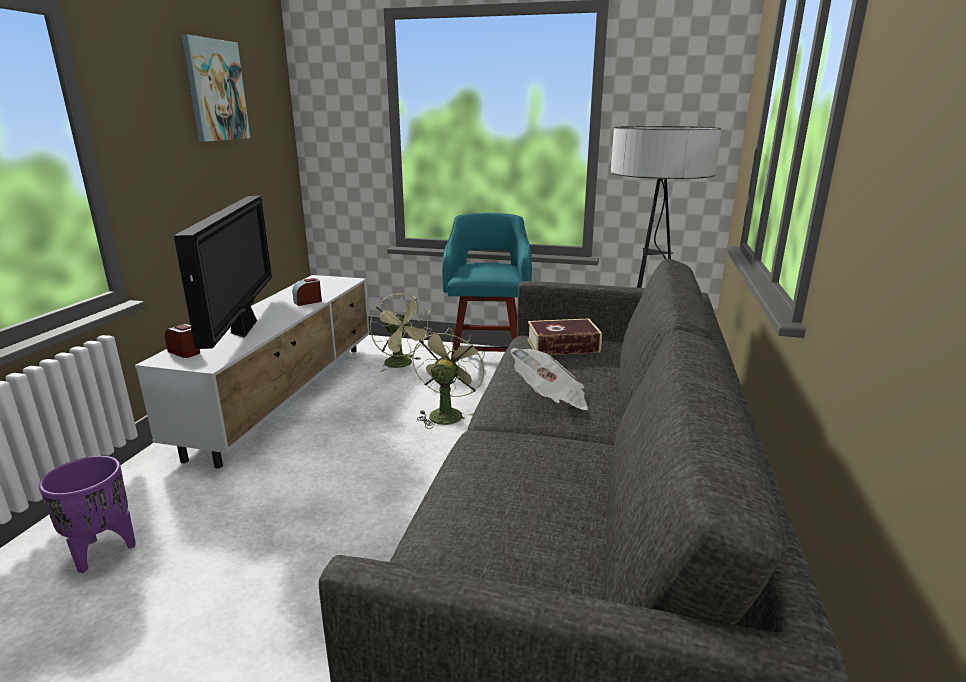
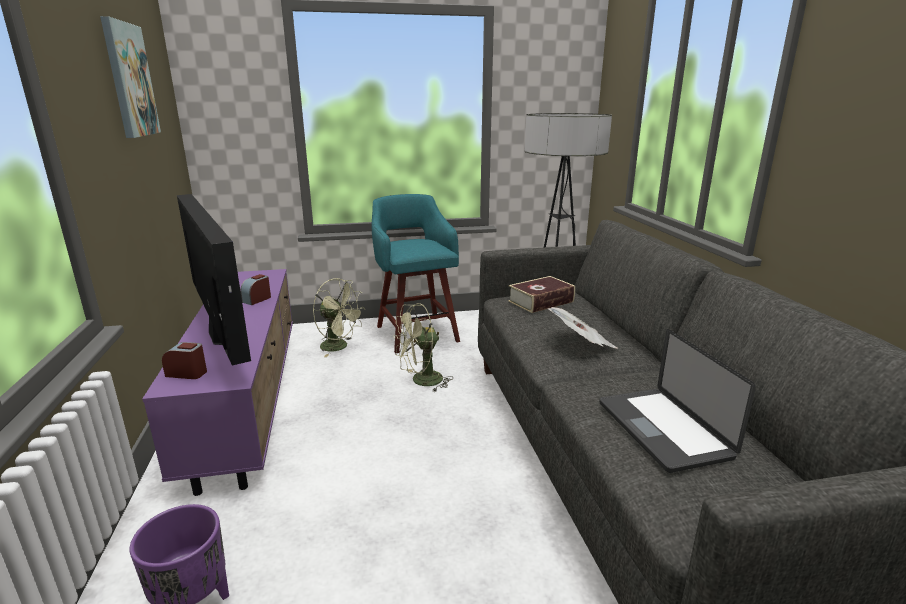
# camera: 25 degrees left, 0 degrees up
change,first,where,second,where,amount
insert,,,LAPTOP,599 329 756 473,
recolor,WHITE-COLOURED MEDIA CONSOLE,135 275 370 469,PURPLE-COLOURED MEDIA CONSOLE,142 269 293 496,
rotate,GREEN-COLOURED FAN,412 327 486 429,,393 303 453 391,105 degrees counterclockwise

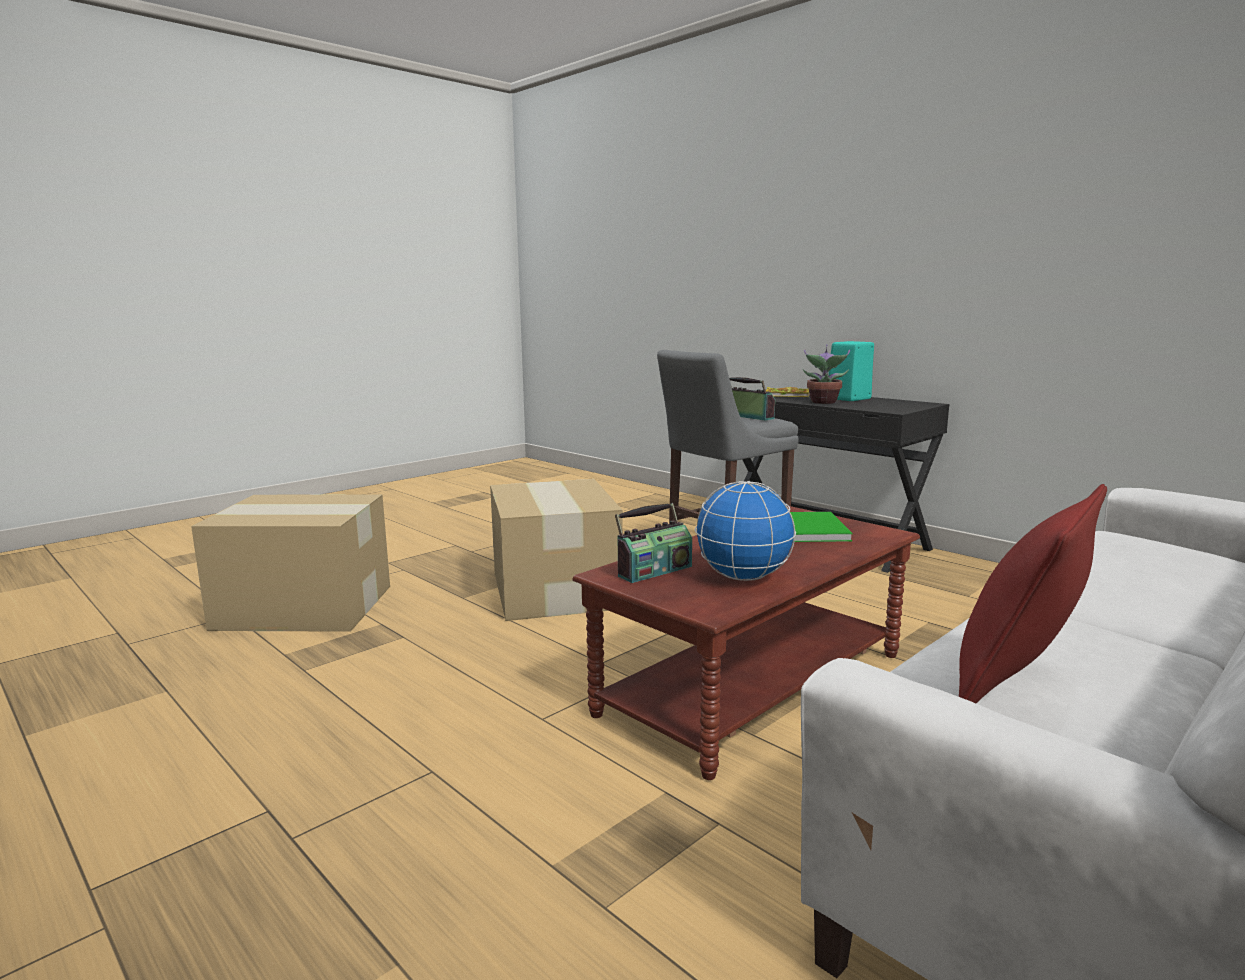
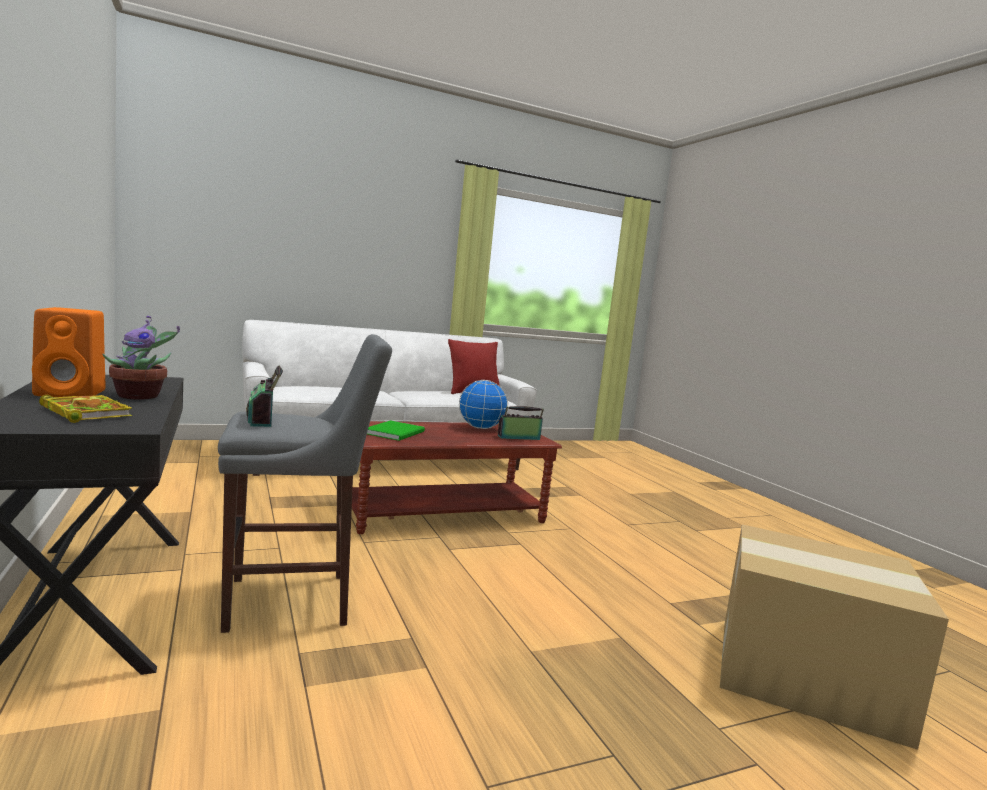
# camera: 160 degrees left, 5 degrees down
change,first,where,second,where,amount
delete,CARTON,490 479 623 621,,,
recolor,BLUE-GREEN LOUDSPEAKER,828 341 874 401,ORANGE LOUDSPEAKER,32 307 105 397,

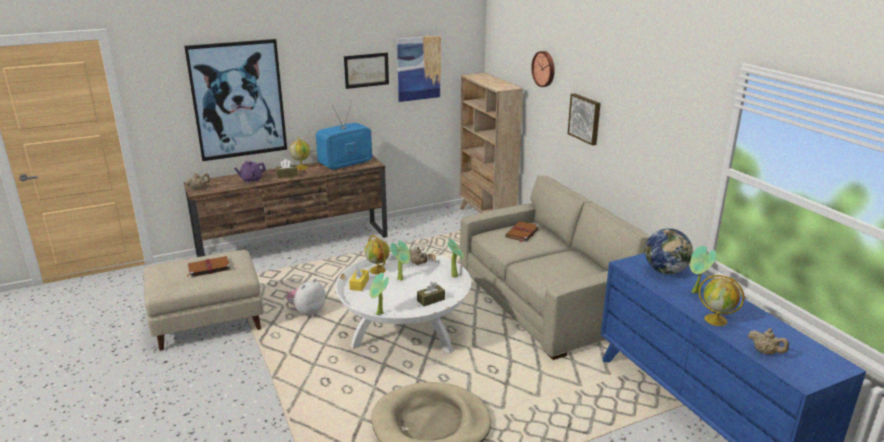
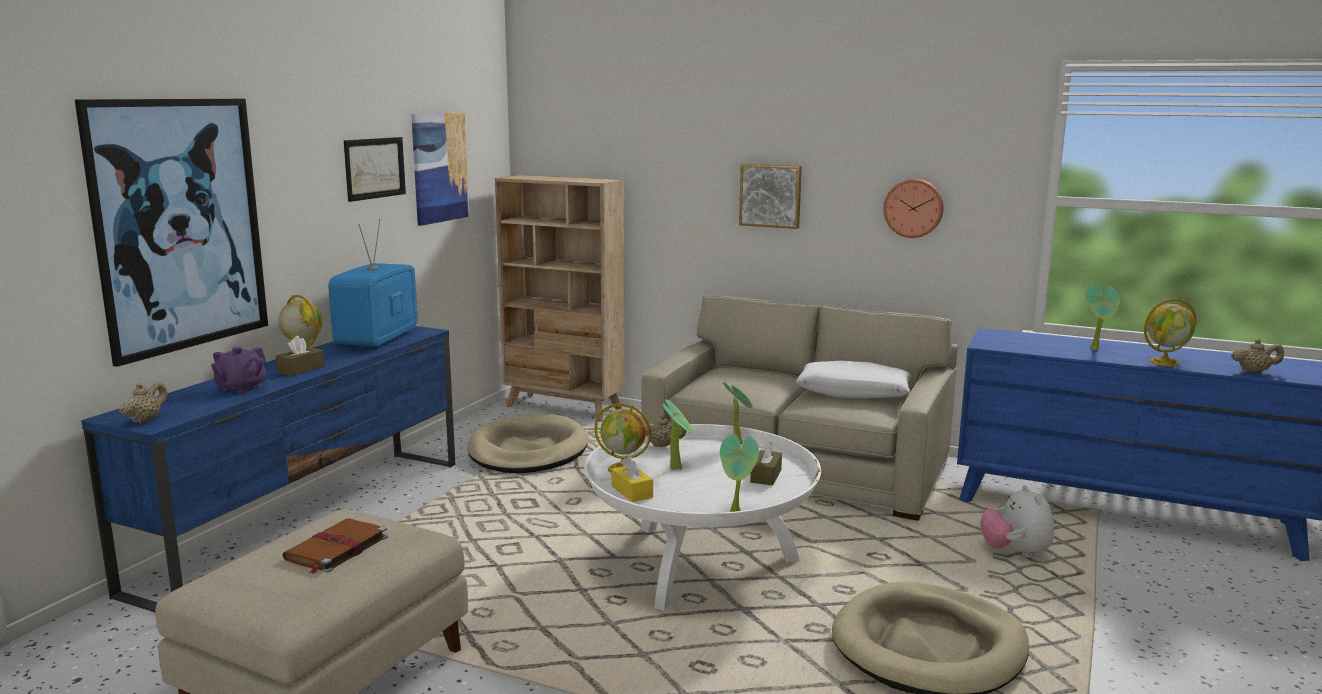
# camera: 40 degrees left, 10 degrees down
change,first,where,second,where,amount
delete,BROWNISH BOUND BOOK,505 221 539 243,,,
delete,WORLD GLOBE,645 228 694 274,,,
insert,,,SAND-COLOURED DOG CUSHION,468 414 588 473,
insert,,,WHITE-COLOURED CUSHION,796 361 911 398,
move,PLUSH TOY,286 279 326 317,,980 485 1054 558,
move,CLOCK ON THE WALL,531 51 555 87,,883 179 944 238,
recolor,BROWNISH MEDIA CONSOLE,184 155 388 257,BLUE-COLOURED MEDIA CONSOLE,81 326 455 613,

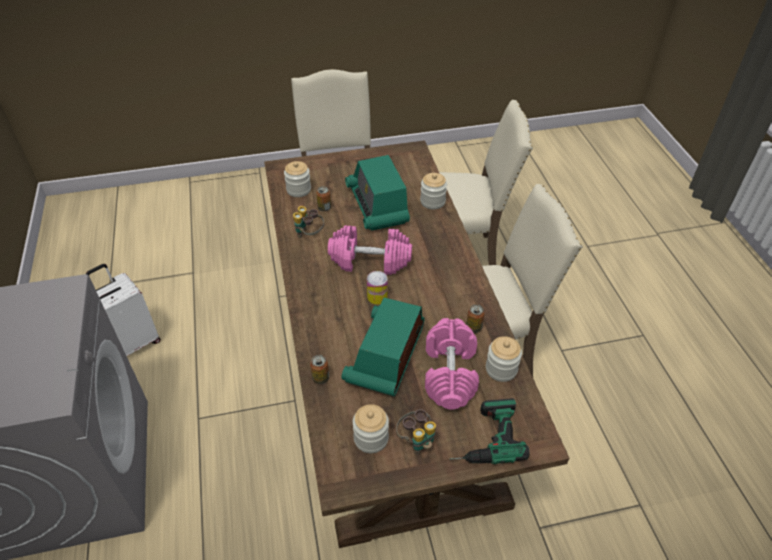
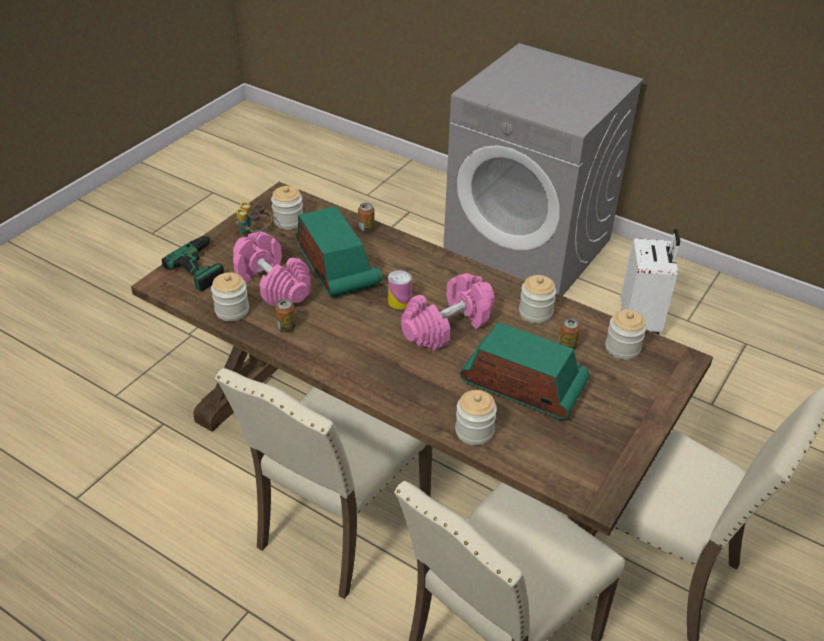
# camera: 135 degrees right, 5 degrees down
change,first,where,second,where,amount
replace,FIELD GLASSES,293 206 324 238,STORAGE JAR,519 275 556 324,

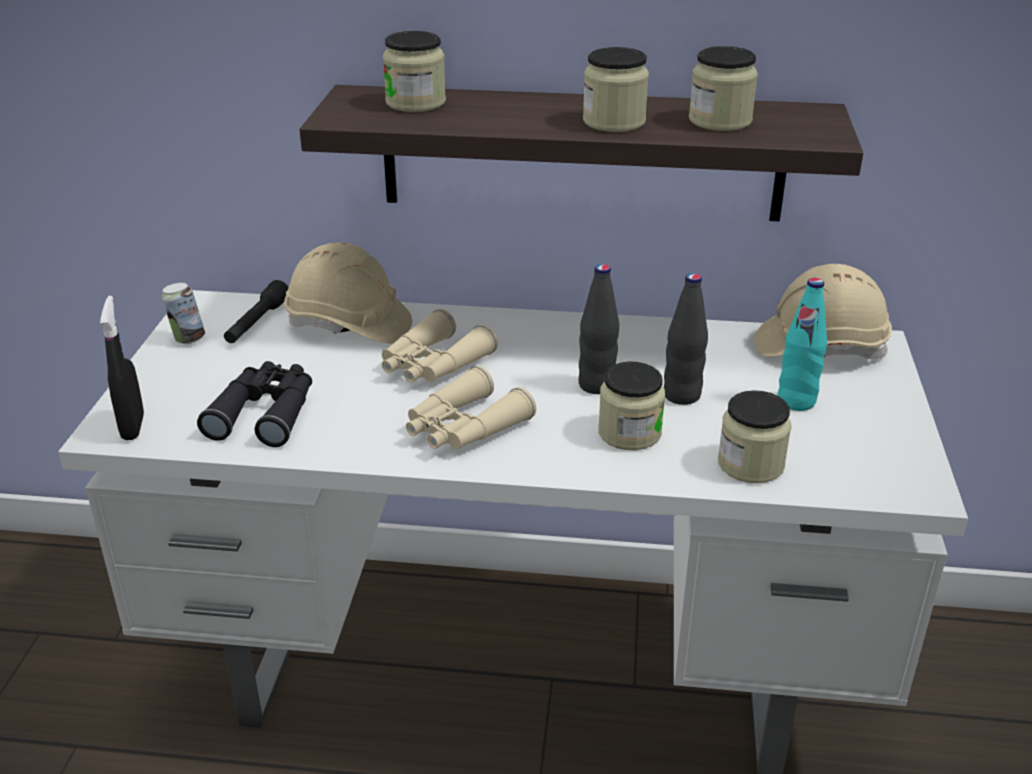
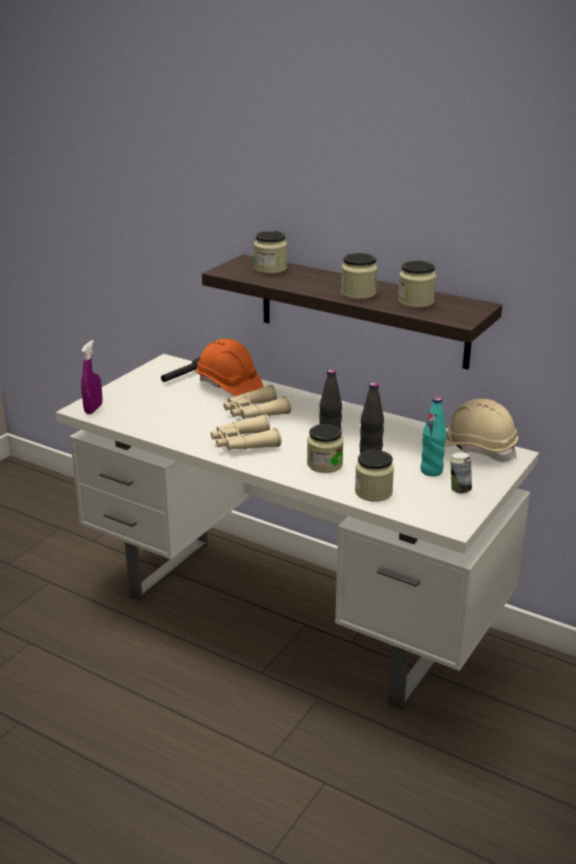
# camera: 25 degrees right, 5 degrees down
change,first,where,second,where,amount
delete,BLACK-COLOURED FIELD GLASSES,197 361 312 447,,,
move,METAL CAN,162 282 205 344,,450 452 472 494,
recolor,BLACK-COLOURED HAND SPRAYER,100 296 144 440,PURPLE-COLOURED HAND SPRAYER,81 340 102 414,
recolor,SAND-COLOURED SAFETY HELMET,284 242 412 344,ORANGE SAFETY HELMET,196 339 263 396,

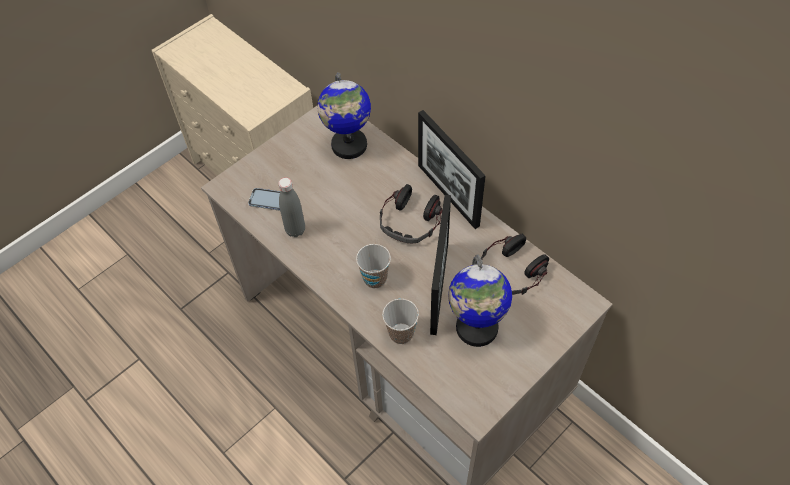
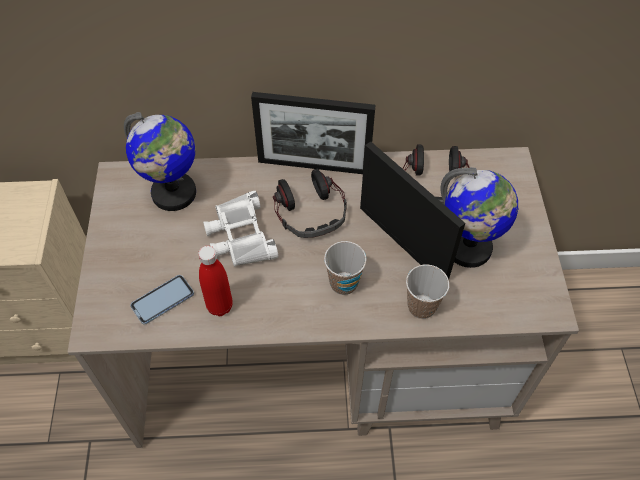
# camera: 50 degrees left, 0 degrees up
change,first,where,second,where,amount
insert,,,WHITE-COLOURED FIELD GLASSES,203 191 278 267,
recolor,GRAY BOTTLE,278 177 305 237,REDDISH BOTTLE,198 246 233 316,

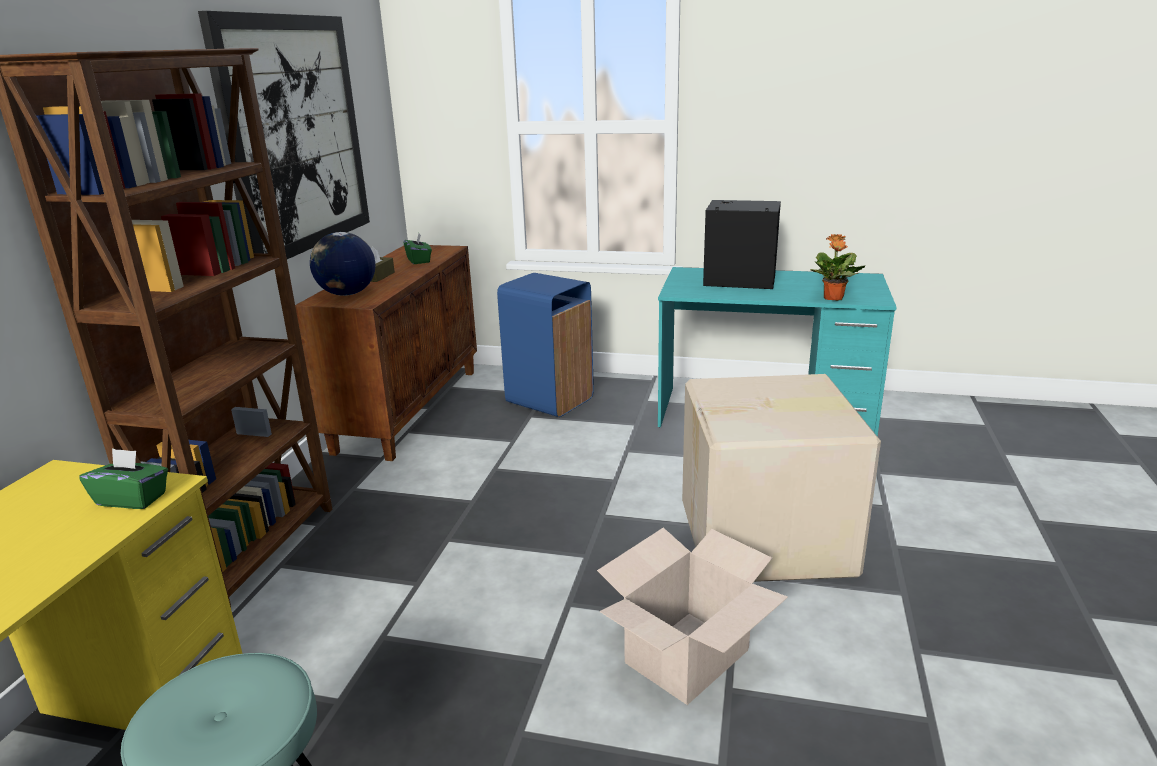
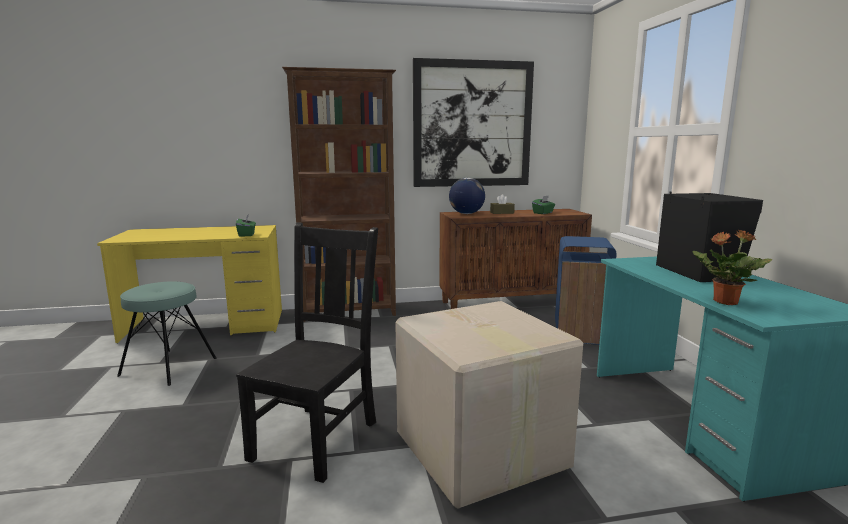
# camera: 65 degrees right, 10 degrees down
change,first,where,second,where,amount
replace,CARTON,597 528 788 705,BLACK-COLOURED UPRIGHT CHAIR,236 223 378 483,

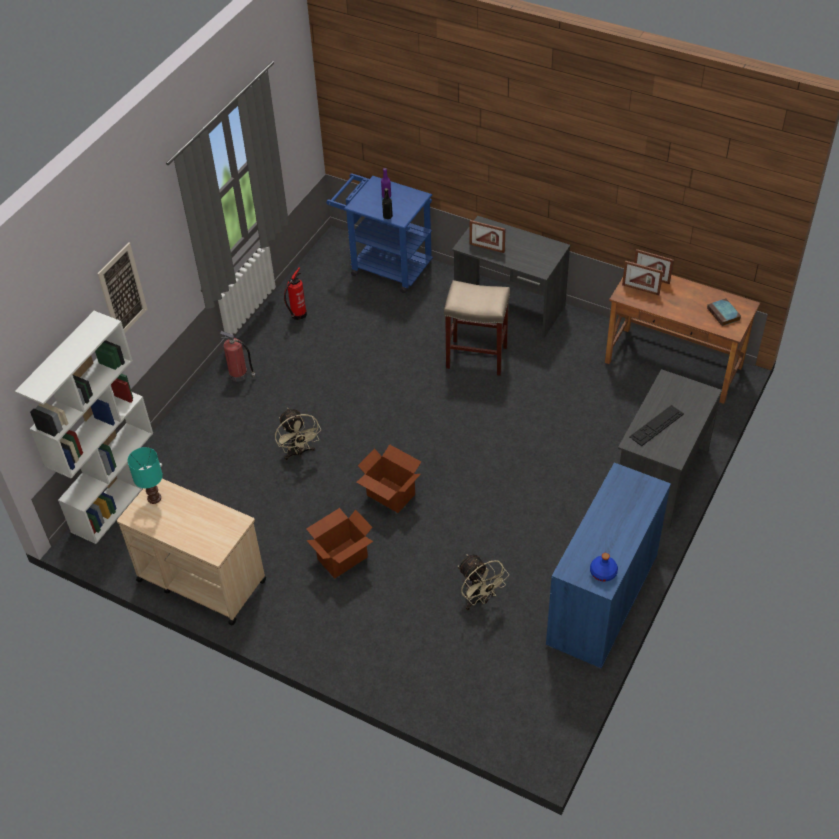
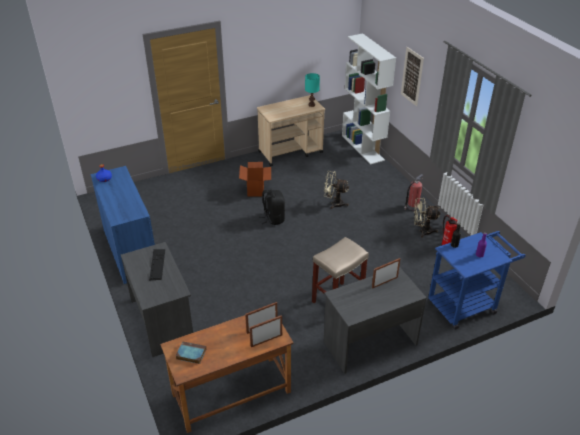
# camera: 125 degrees right, 10 degrees down
change,first,where,second,where,amount
move,SAND-COLOURED FAN,458 554 509 610,,414 198 441 238,
replace,CARTON,356 444 421 513,BLACK-COLOURED RUCKSACK,259 190 285 225,

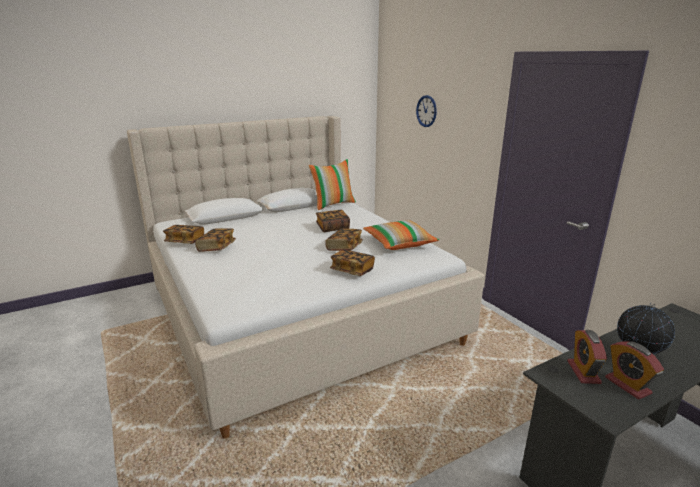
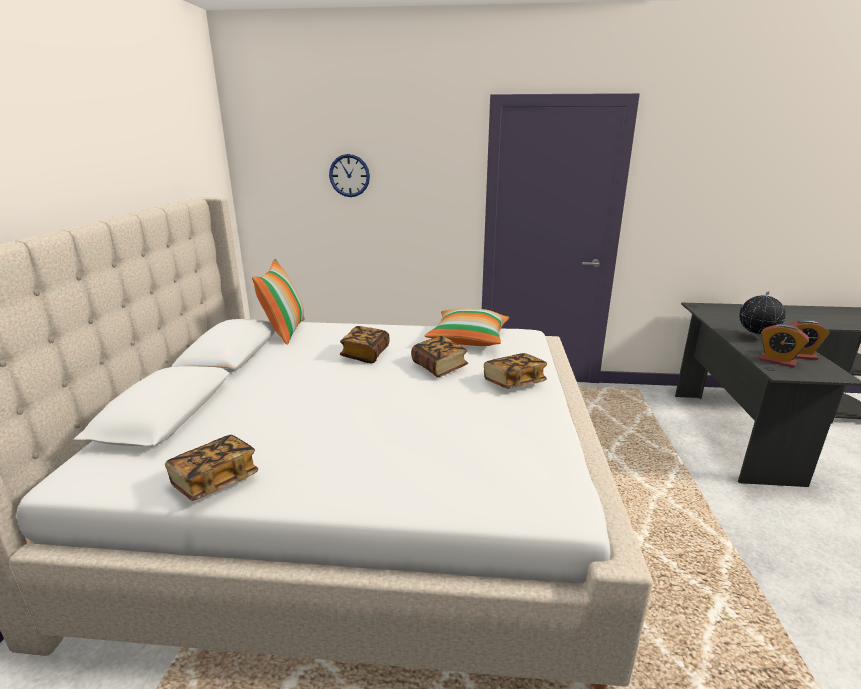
# camera: 55 degrees left, 0 degrees up
change,first,where,second,where,amount
delete,BOUND BOOK,195 228 236 252,,,

